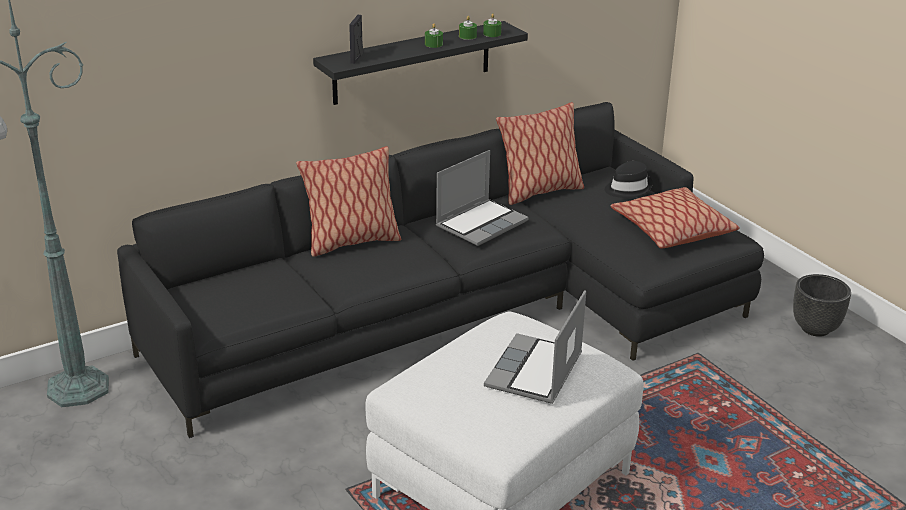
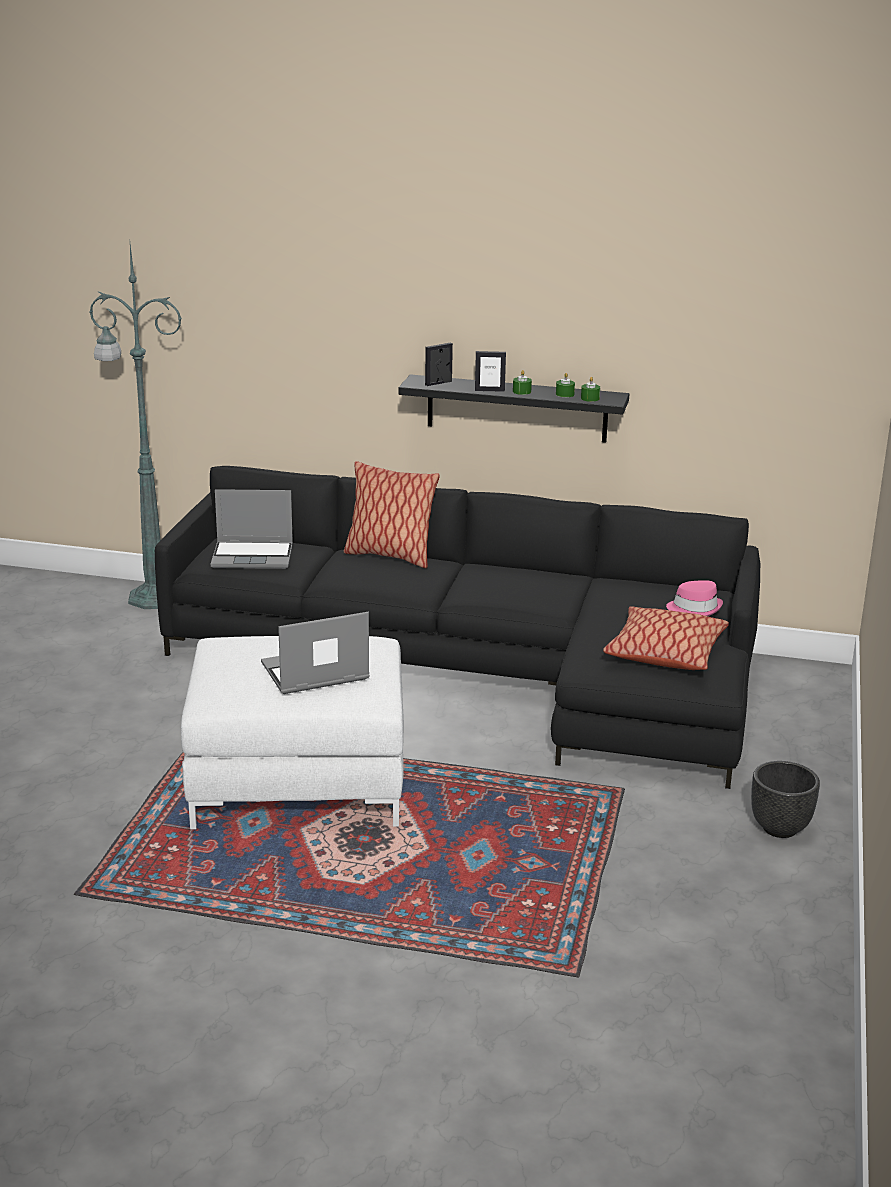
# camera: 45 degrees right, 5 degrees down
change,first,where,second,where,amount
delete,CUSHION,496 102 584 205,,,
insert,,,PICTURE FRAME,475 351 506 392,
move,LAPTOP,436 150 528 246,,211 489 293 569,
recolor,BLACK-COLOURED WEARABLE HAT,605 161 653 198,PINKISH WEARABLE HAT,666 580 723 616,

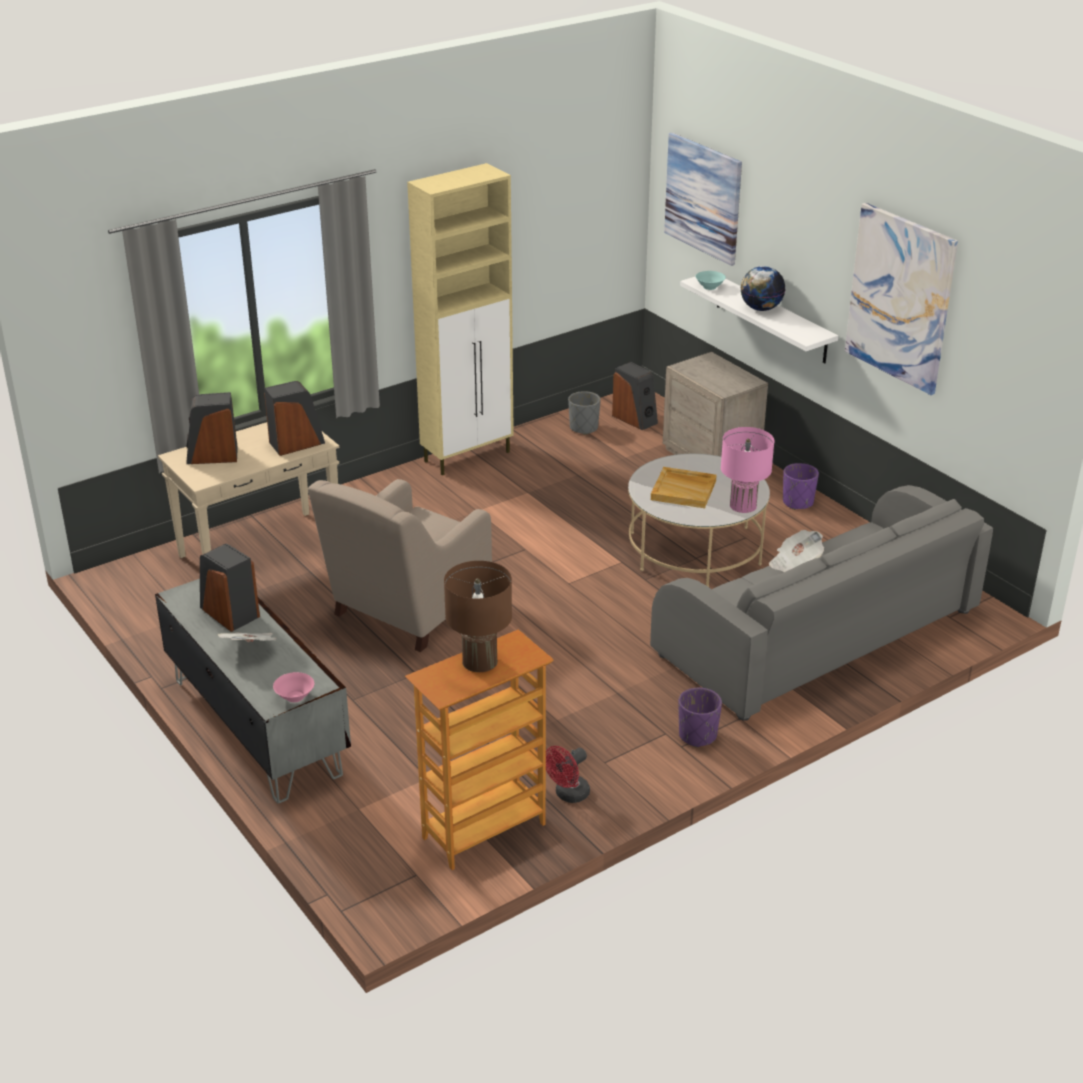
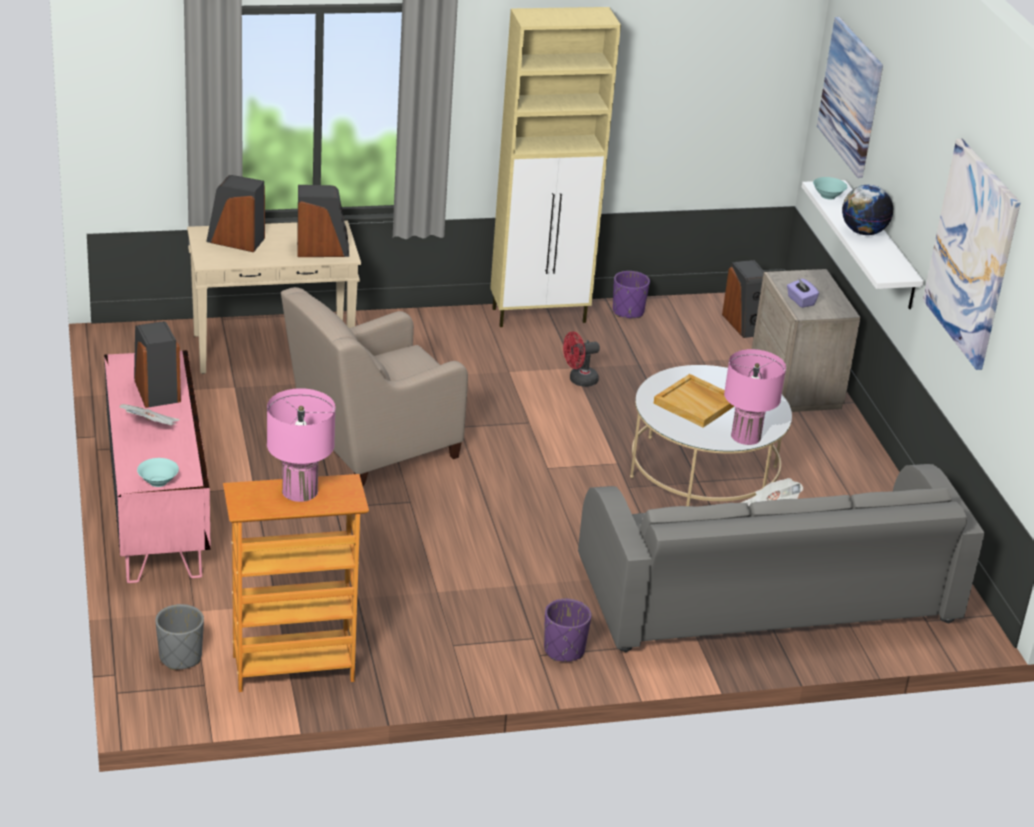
# camera: 20 degrees right, 0 degrees up
change,first,where,second,where,amount
insert,,,PURPLE-COLOURED BOX OF TISSUES,787 277 819 308,
move,REDDISH FAN,546 746 590 803,,563 332 600 387,
move,GRAY PLANT POT,568 391 601 435,,155 604 204 670,
move,PURPLE-COLOURED PLANT POT,783 463 819 510,,613 271 650 318,
recolor,GRAY MEDIA CONSOLE,155 579 351 804,PINKISH MEDIA CONSOLE,104 350 211 583,
recolor,PINKISH SERVING BOWL,273 672 314 702,BLUE-GREEN SERVING BOWL,137 458 179 487,
recolor,BROWNISH LAMP FOR A TABLE,444 561 512 672,PINKISH LAMP FOR A TABLE,267 388 336 502,

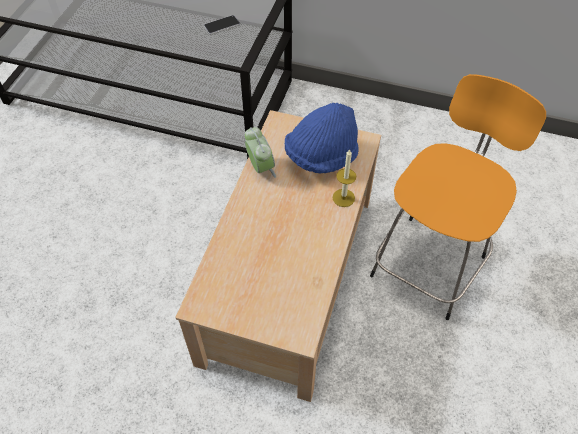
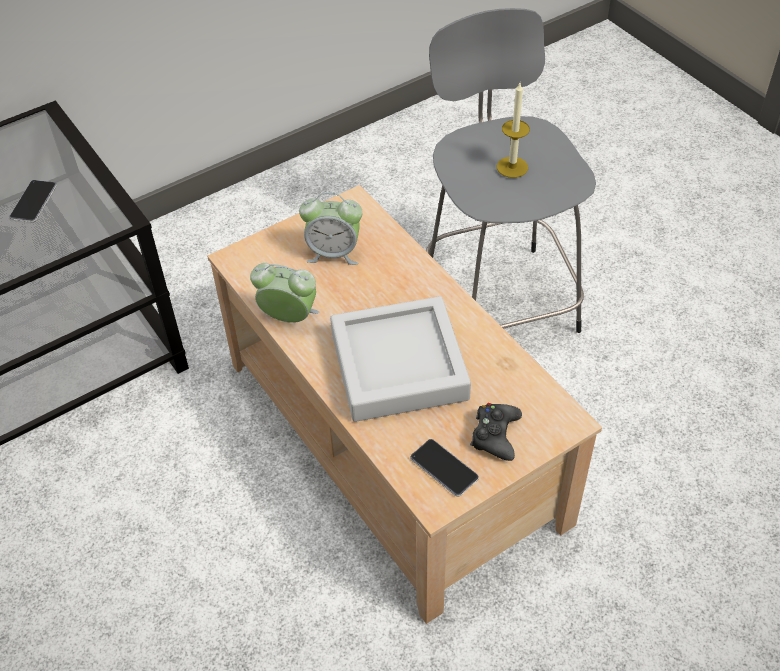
# camera: 50 degrees left, 5 degrees down
change,first,where,second,where,amount
insert,,,GRAY CARRYING TRAY,330 296 471 422,
insert,,,HANDSET,410 439 479 497,
insert,,,BLACK-COLOURED GAMEPAD,470 403 522 461,
move,WAX LIGHT,333 149 356 207,,497 83 530 178,
replace,BLUE-COLOURED WEARABLE HAT,285 103 359 174,TABLE CLOCK,299 192 363 265,
recolor,ORANGE SITTING STOOL,370 74 546 320,GRAY SITTING STOOL,426 8 596 333,

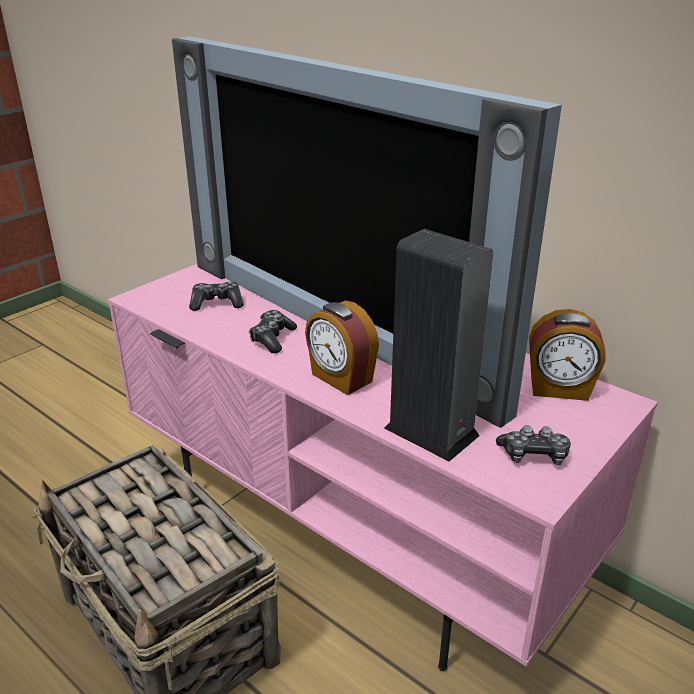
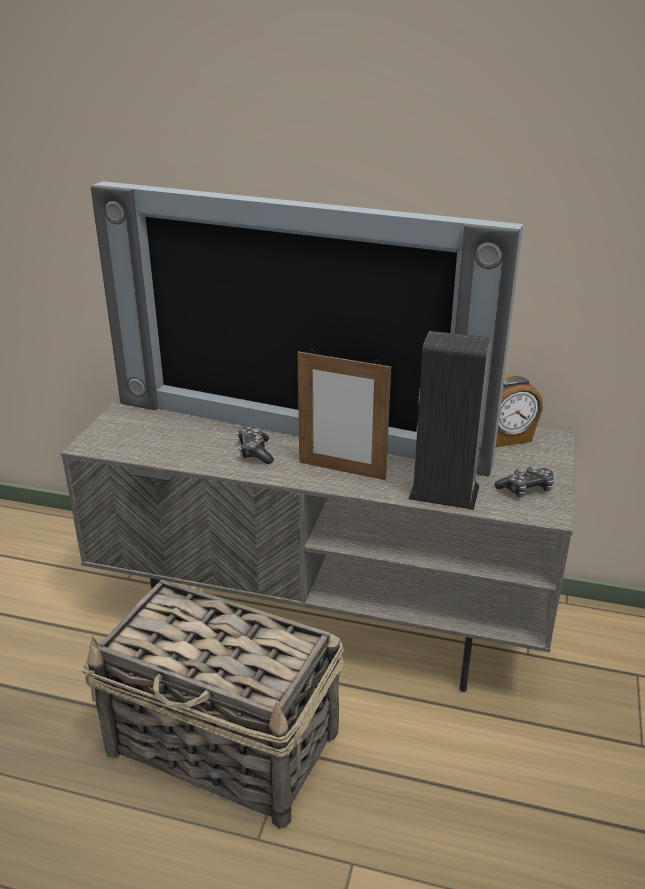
# camera: 25 degrees left, 0 degrees up
change,first,where,second,where,amount
delete,GAMEPAD,189 281 244 311,,,
replace,TABLE CLOCK,305 300 379 395,PICTURE FRAME,297 349 391 480,
recolor,PINKISH MEDIA CONSOLE,108 264 658 671,GRAY MEDIA CONSOLE,61 397 576 692,

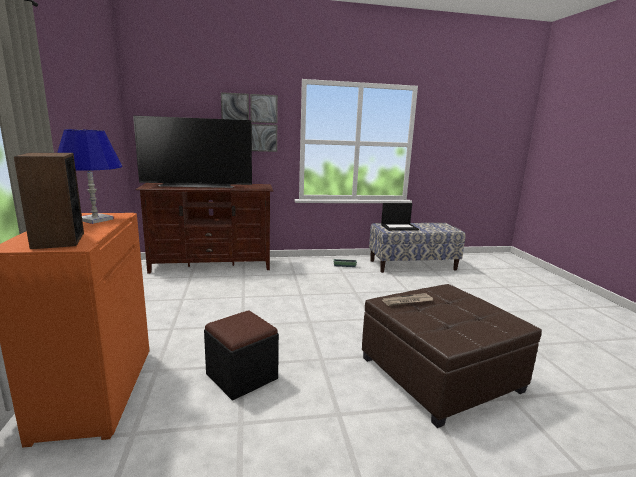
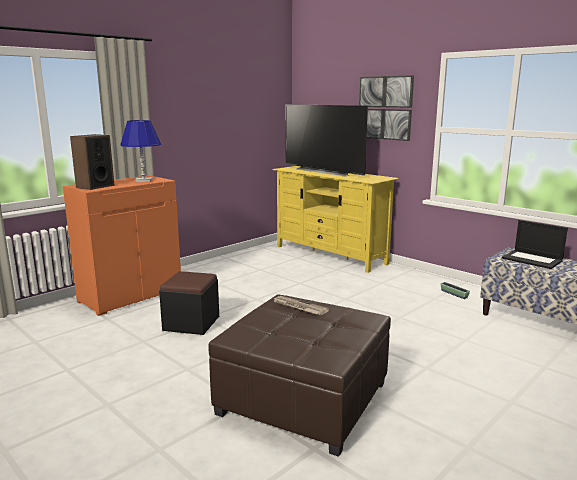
# camera: 55 degrees right, 0 degrees up
change,first,where,second,where,amount
recolor,BROWNISH MEDIA CONSOLE,135 183 273 273,YELLOW-COLOURED MEDIA CONSOLE,273 166 399 273,

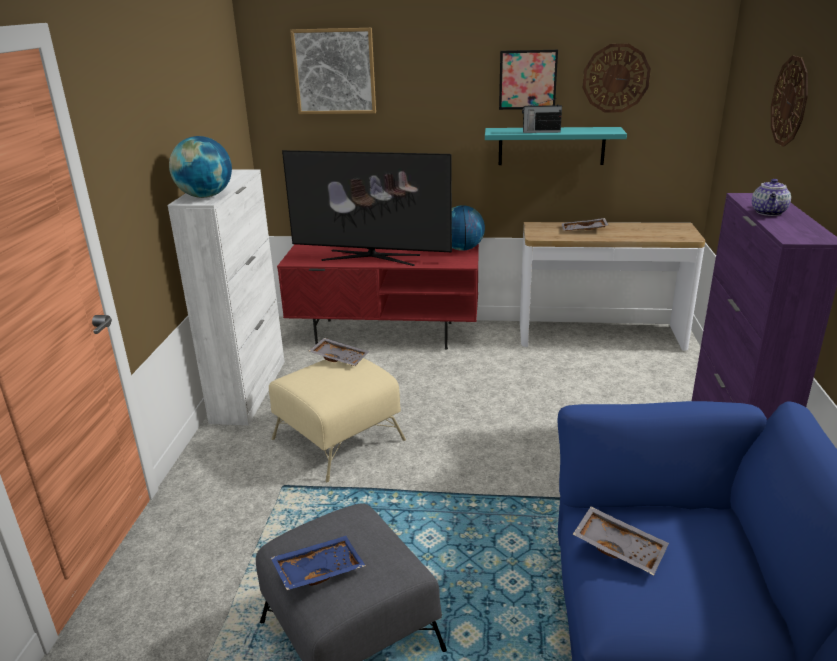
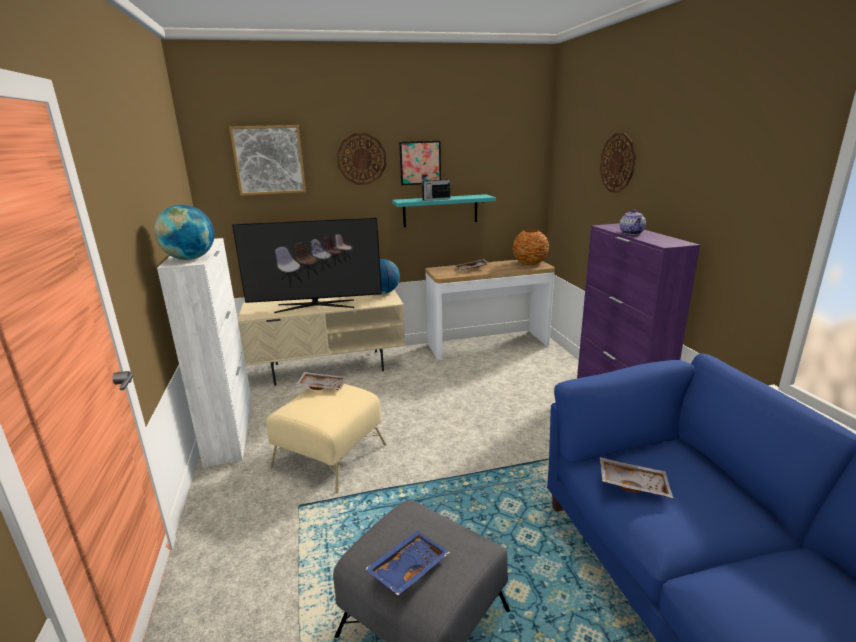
# camera: 20 degrees left, 5 degrees down
change,first,where,second,where,amount
insert,,,VASE,513 230 549 265,
move,CLOCK ON THE WALL,583 44 651 112,,337 133 386 185,
recolor,REDDISH MEDIA CONSOLE,277 244 479 350,SAND-COLOURED MEDIA CONSOLE,238 290 406 386,

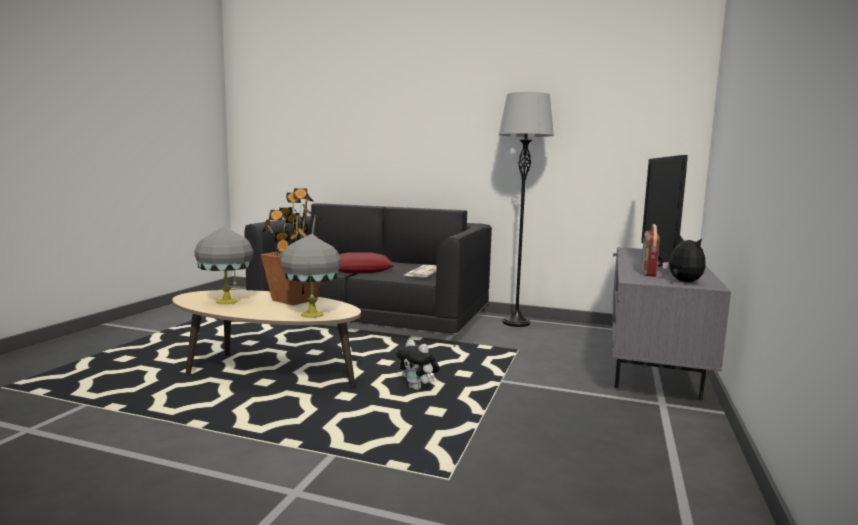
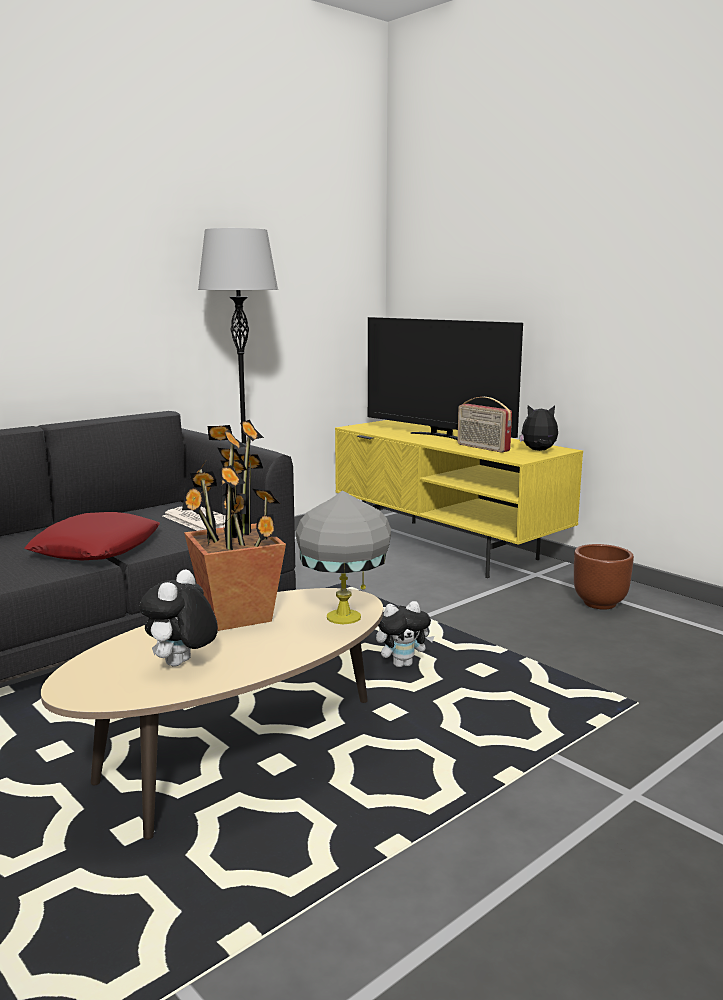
# camera: 60 degrees left, 5 degrees up
change,first,where,second,where,amount
insert,,,BROWNISH PLANT POT,574 544 634 610,
replace,GRAY LAMP FOR A TABLE,195 226 253 304,PLUSH TOY,139 569 218 666,
recolor,GRAY MEDIA CONSOLE,612 247 731 400,YELLOW-COLOURED MEDIA CONSOLE,335 420 583 578,

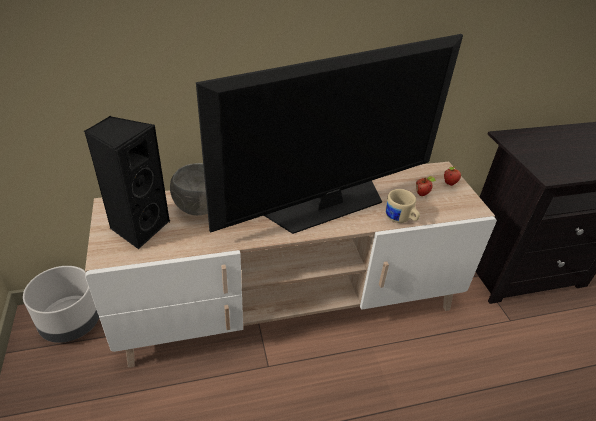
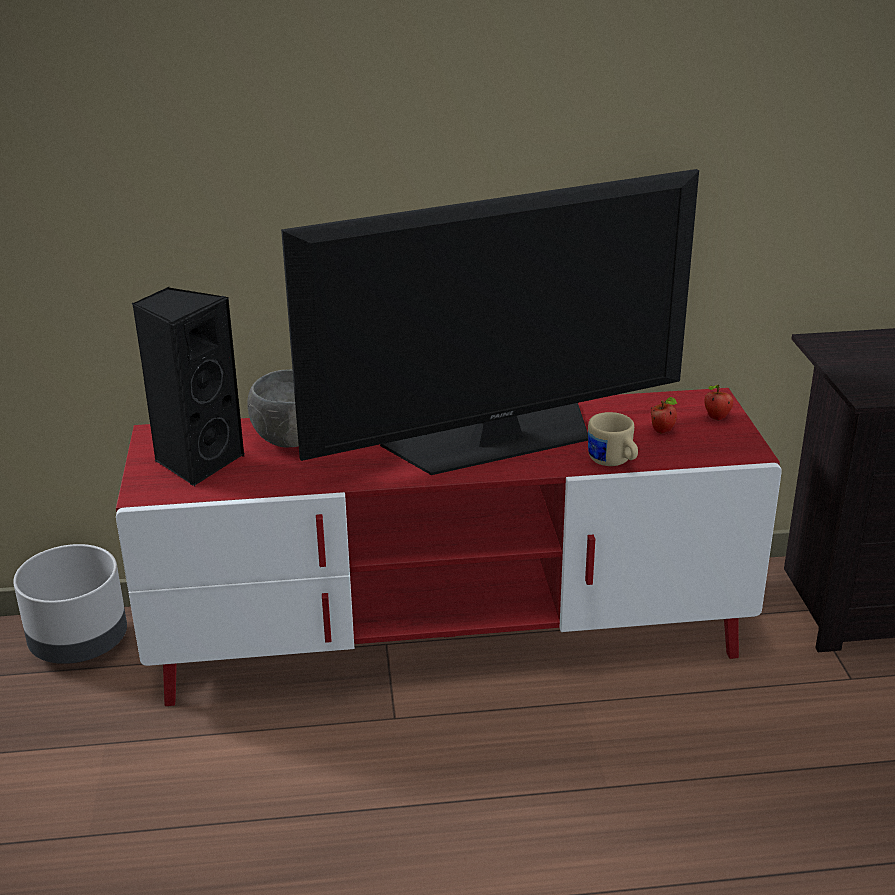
# camera: 10 degrees right, 10 degrees down
change,first,where,second,where,amount
recolor,SAND-COLOURED MEDIA CONSOLE,85 162 497 368,REDDISH MEDIA CONSOLE,116 388 782 706,

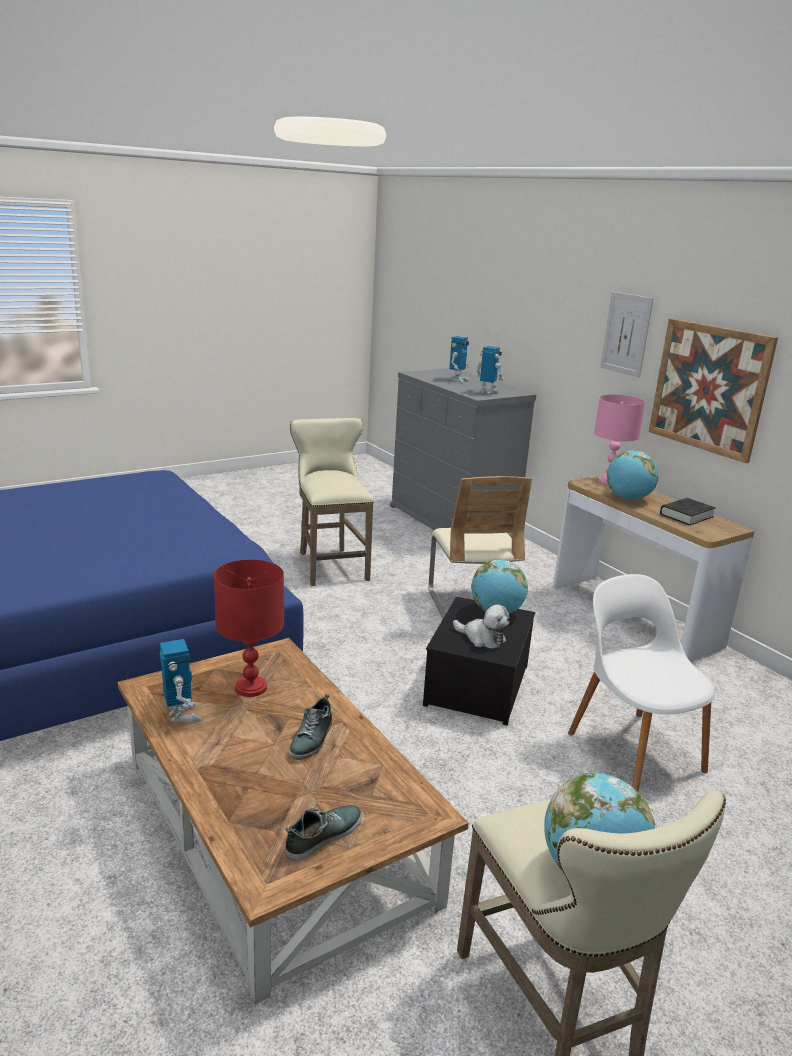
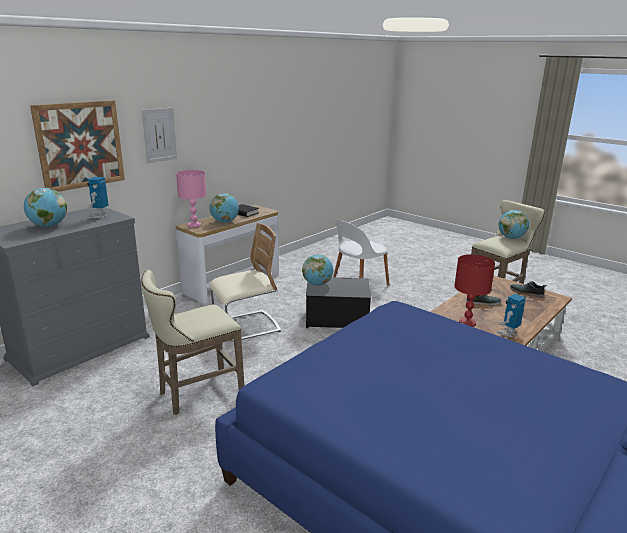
# camera: 105 degrees left, 0 degrees up
change,first,where,second,where,amount
delete,PLUSH TOY,453 604 509 649,,,
move,PICTURE,649 319 778 463,,30 100 125 192,
replace,MODEL ROBOT,449 336 470 383,WORLD GLOBE,24 188 67 227,

